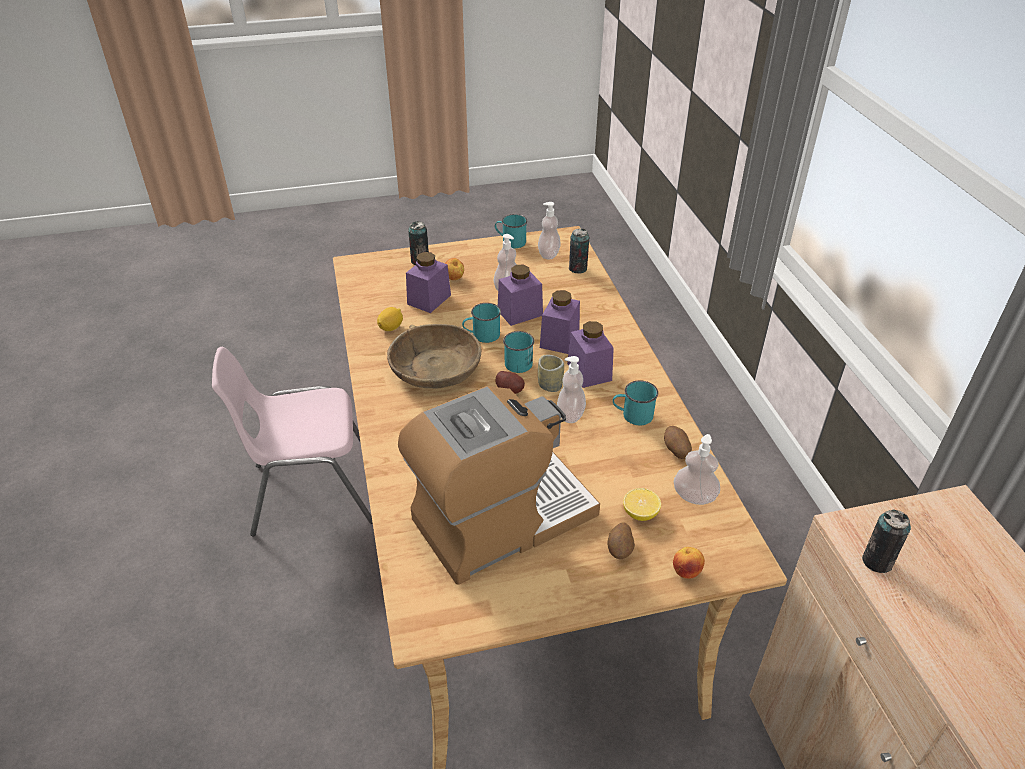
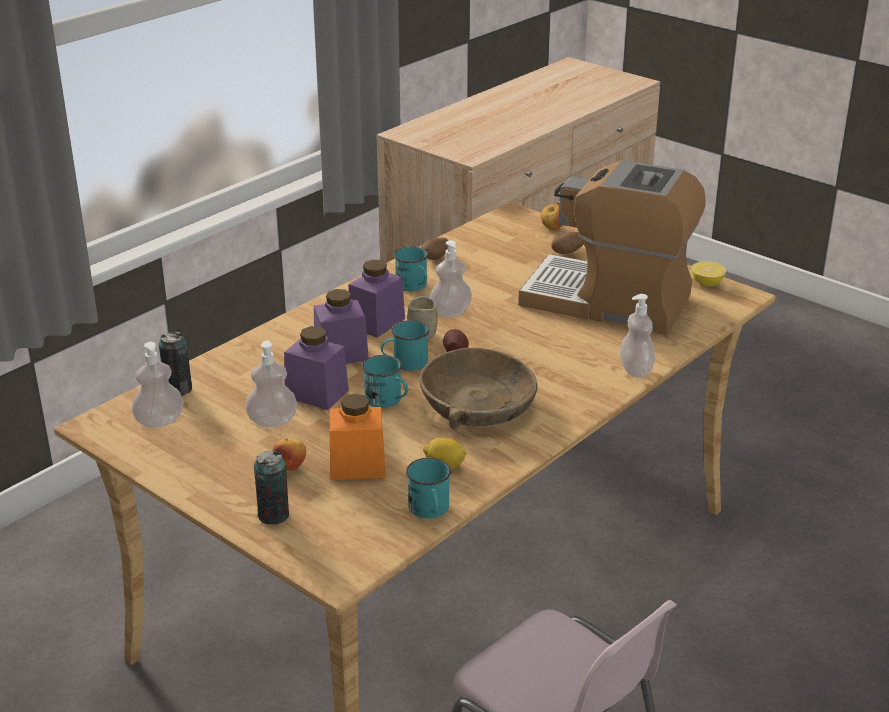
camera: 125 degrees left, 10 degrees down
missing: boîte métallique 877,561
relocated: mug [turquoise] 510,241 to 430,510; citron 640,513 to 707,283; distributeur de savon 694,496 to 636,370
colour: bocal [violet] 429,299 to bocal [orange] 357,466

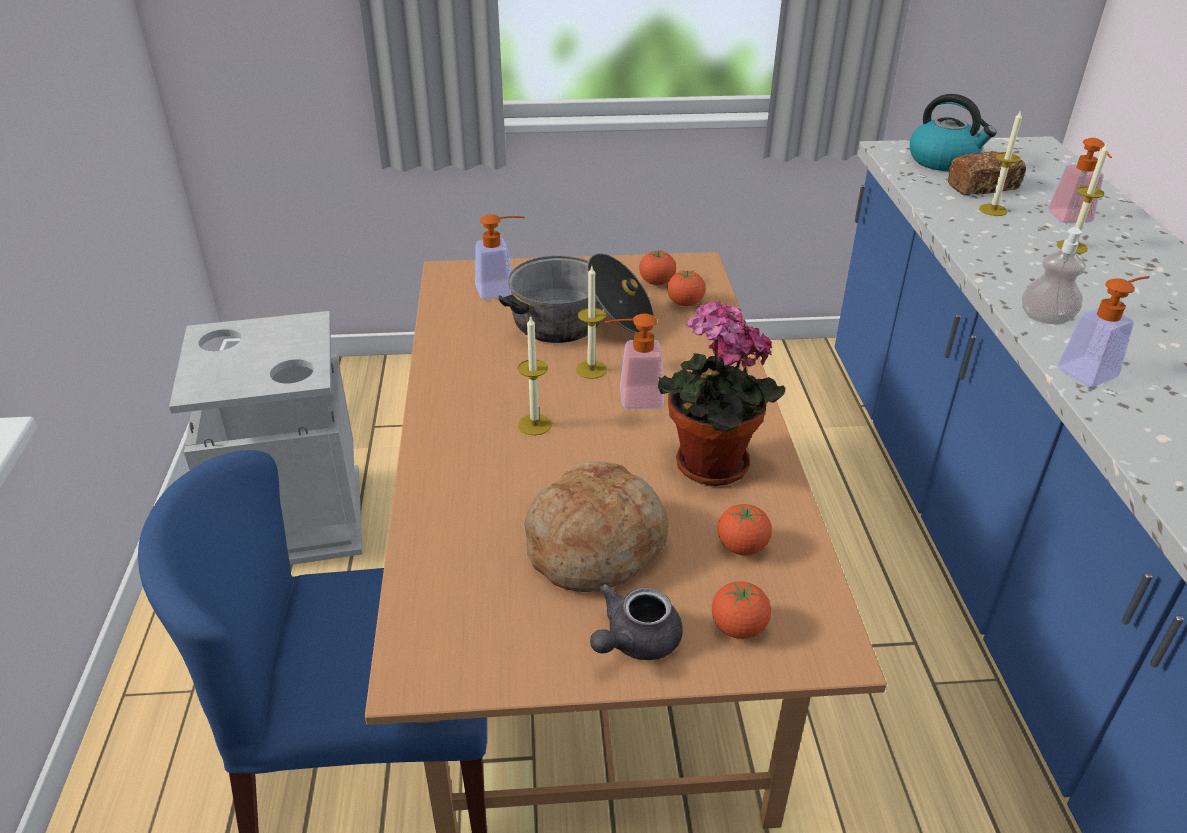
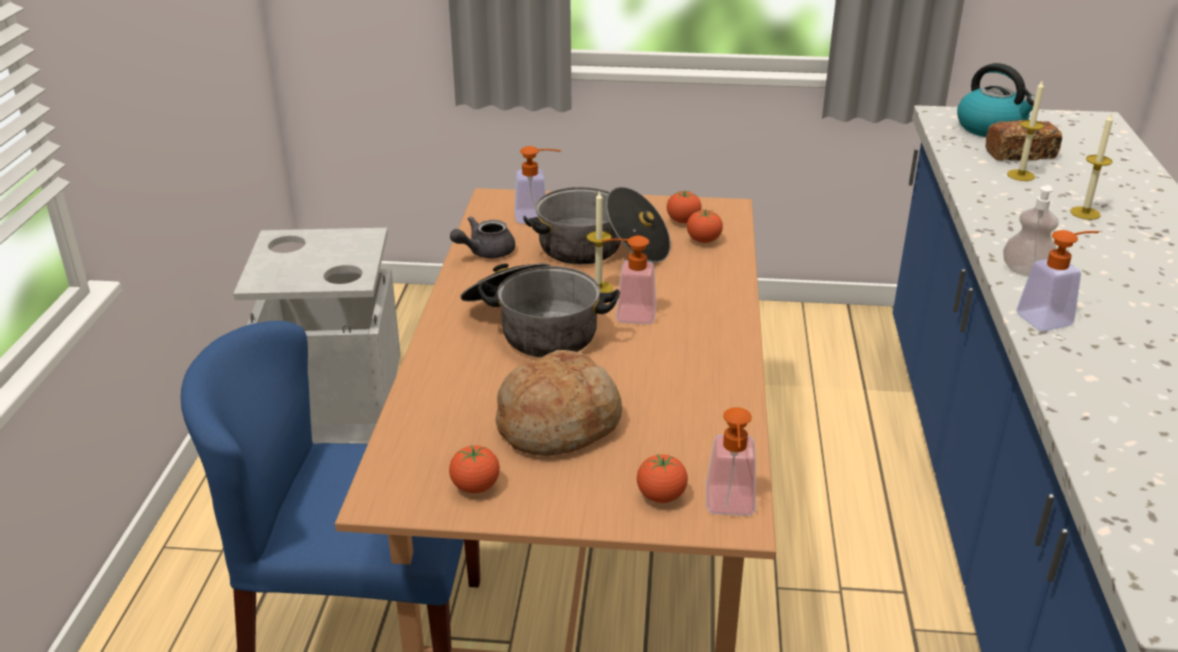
camera: 10 degrees right, 5 degrees down
missing: plante en pot 707,468
relocated: théière [gris] 634,641 to 485,252; tomate 742,547 to 475,487; distributeur de savon 1073,220 to 730,508
exchanged: bougie 534,425 to marmite 534,327

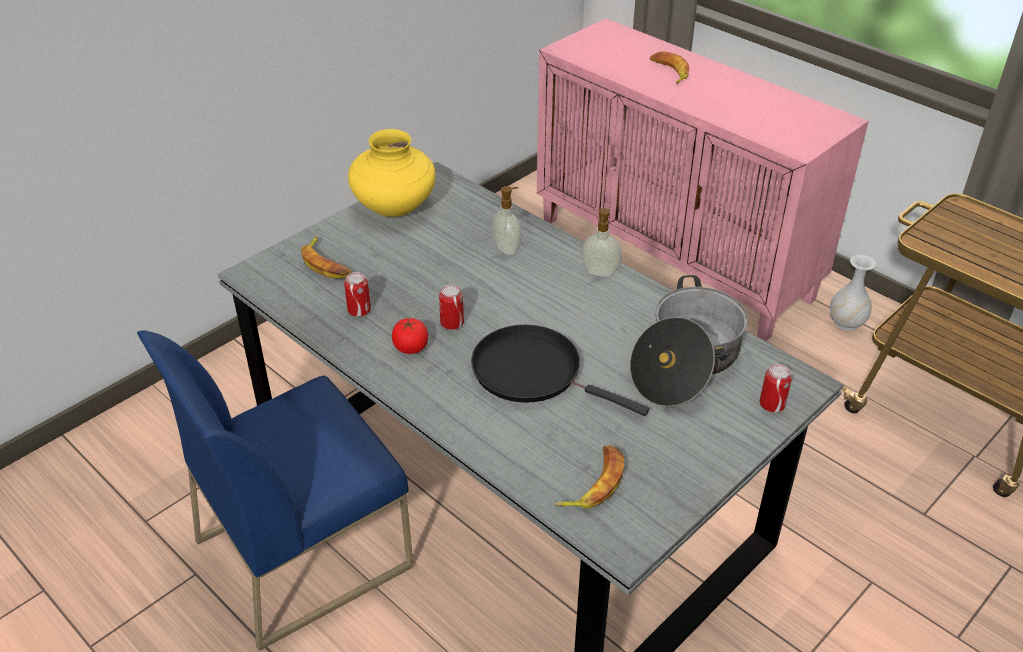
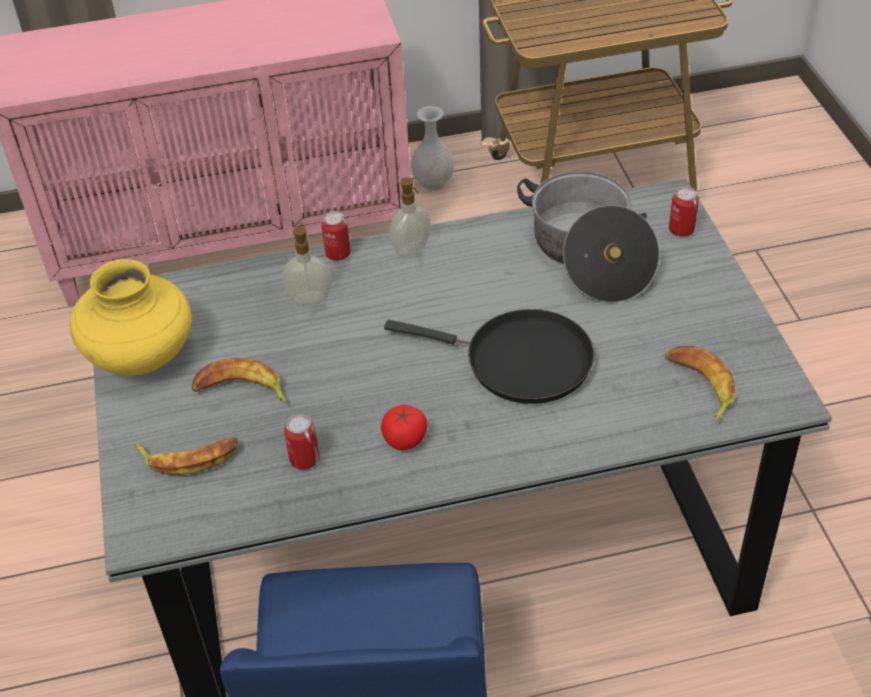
camera: 55 degrees left, 5 degrees up
relocated: boîte métallique 452,323 to 338,254; banane 668,72 to 241,390
spun: poêle [noir] 533,372 = 520,361 135 degrees counterclockwise

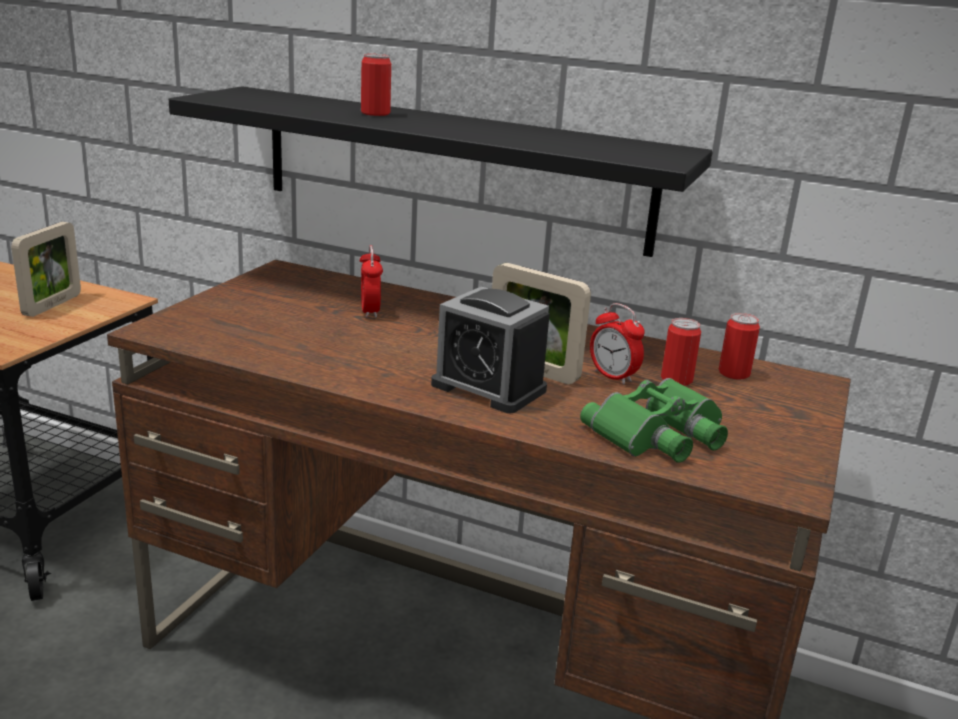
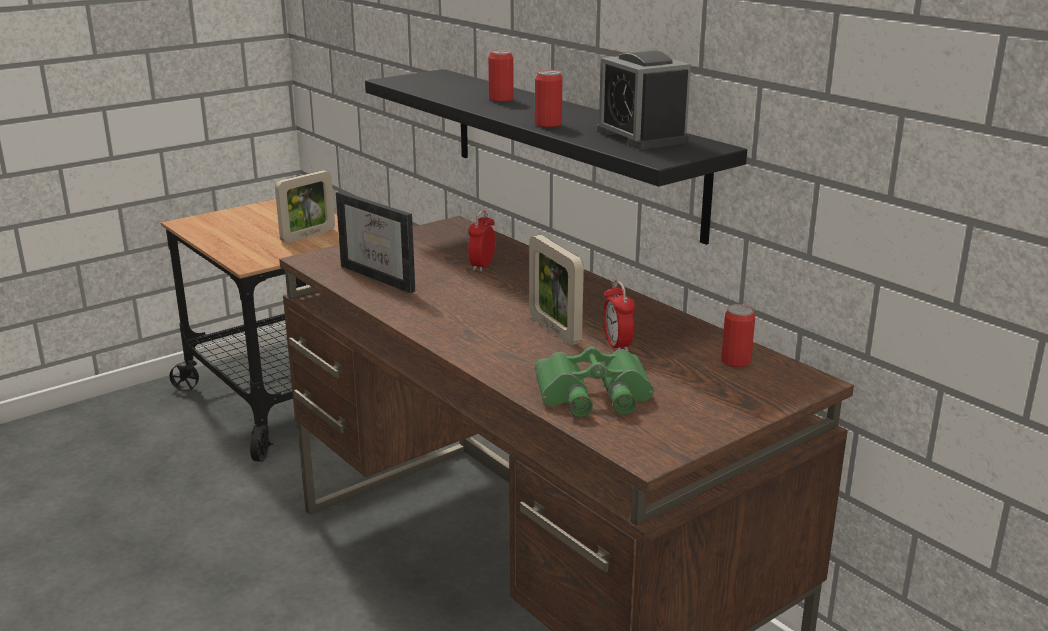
camera: 30 degrees right, 0 degrees up
appeared: cadre photo 387,276
relocated: réveil 488,387 to 641,136; boîte métallique 676,379 to 548,124

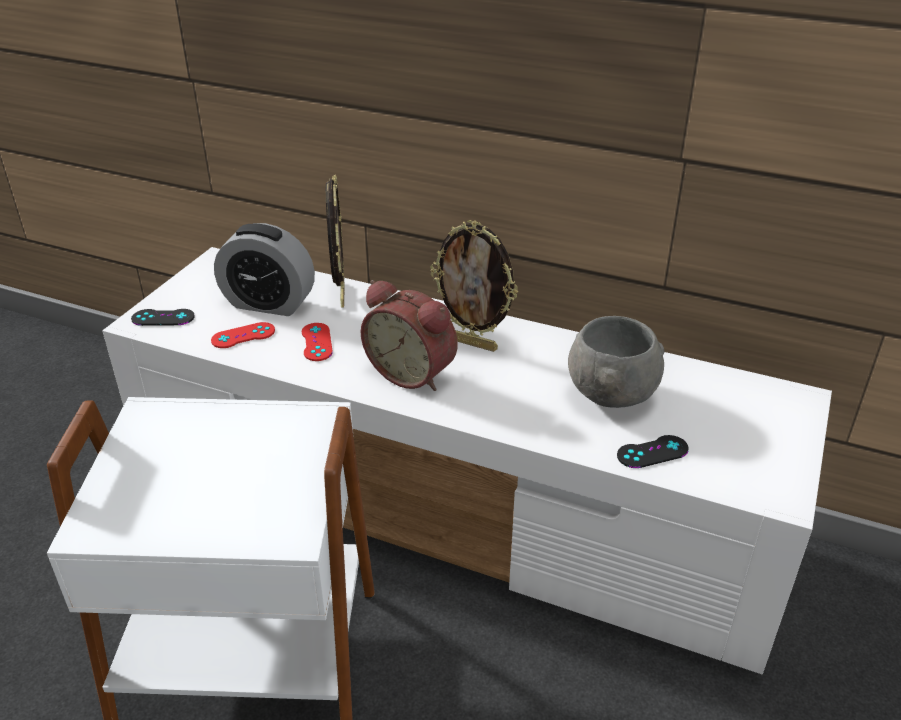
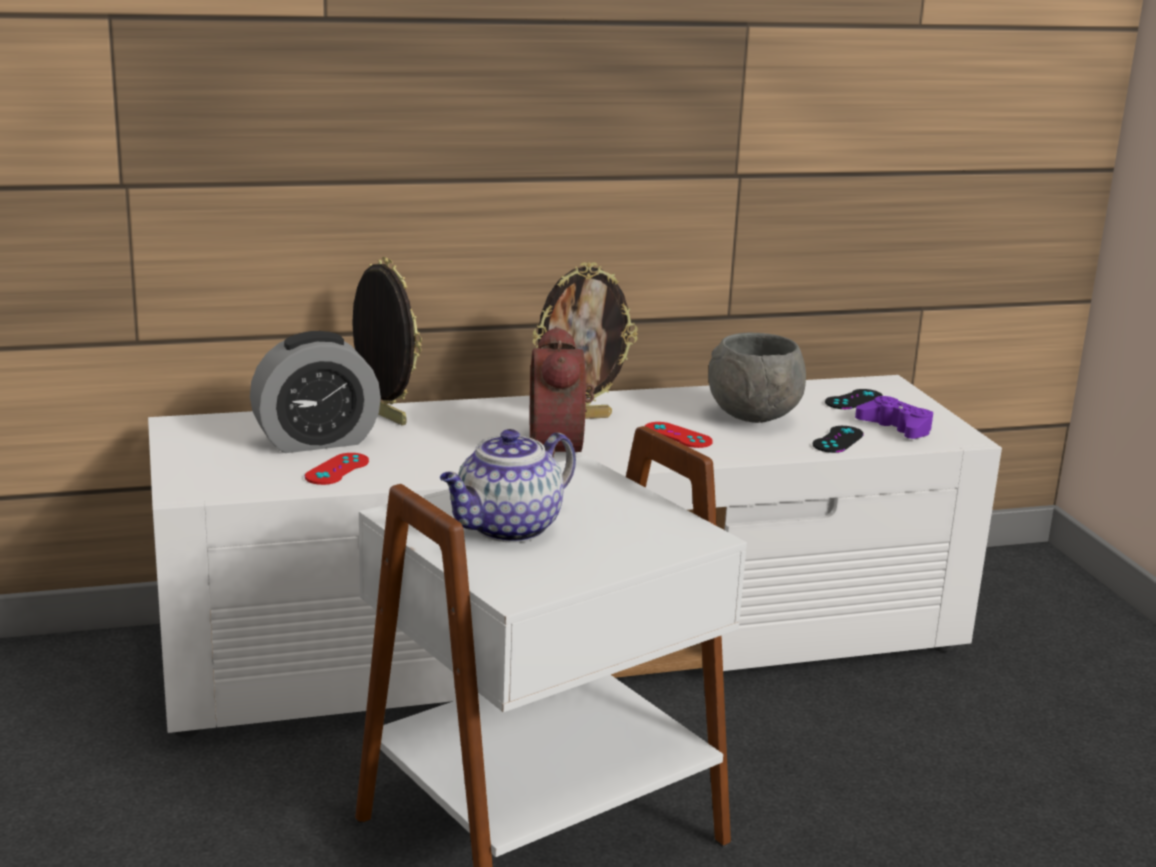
camera: 40 degrees left, 15 degrees down
appeared: théière 507,529; manette [violet] 896,428
relocated: manette [noir] 163,318 to 853,400; manette [rouge] 316,342 to 677,435
spun: réveil 413,372 = 562,448 90 degrees clockwise

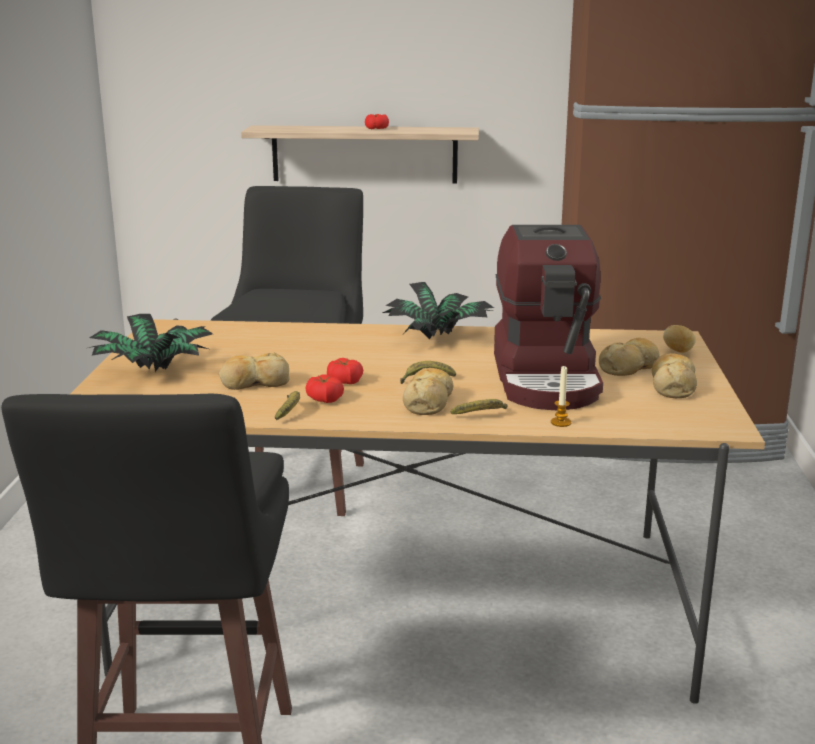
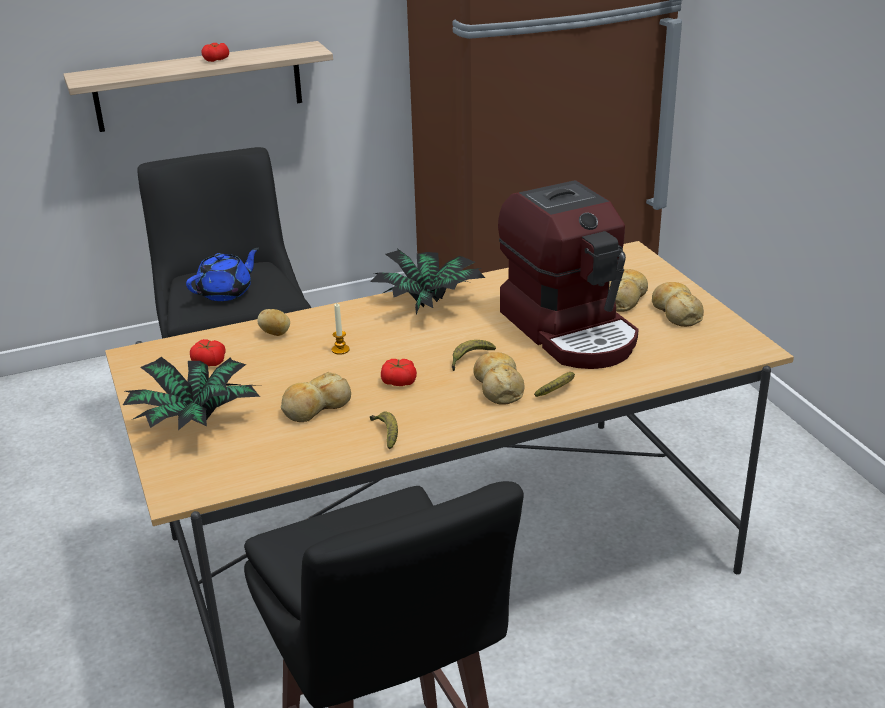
camera: 25 degrees left, 10 degrees up
appeared: théière [bleu] 226,292
relocated: tomate 324,399 to 209,362; bougie 561,422 to 340,350; pomme de terre 678,351 to 275,333

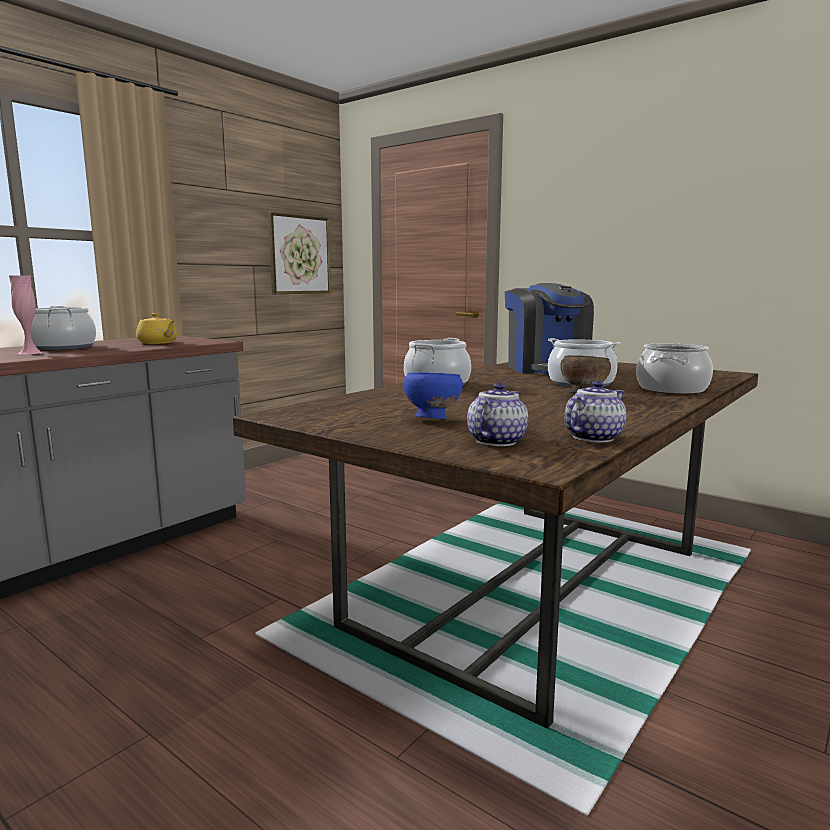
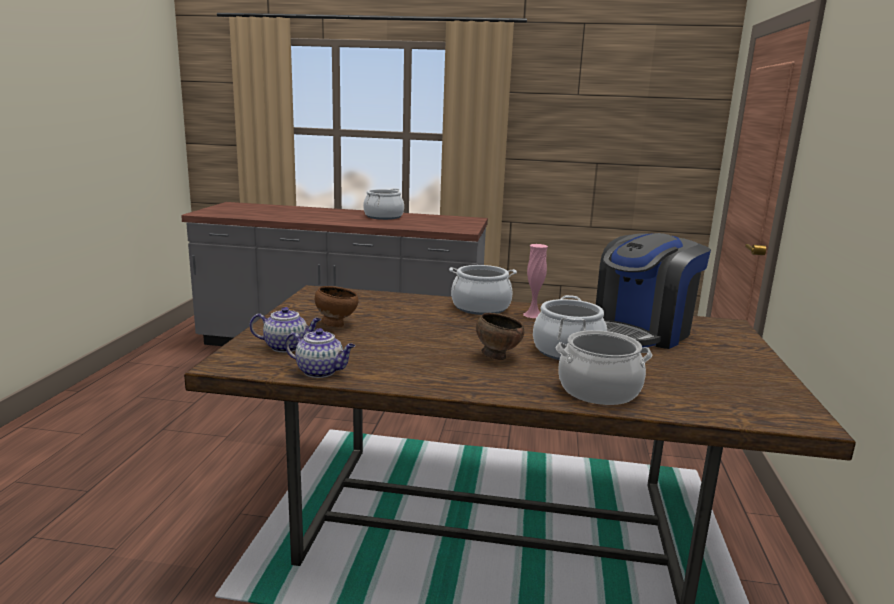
camera: 60 degrees right, 5 degrees up
missing: théière [jaune] 158,343; tableau 299,255
relocated: vase [rose] 30,353 to 533,315
colour: bol [bleu] 431,420 to bol [marron] 336,324

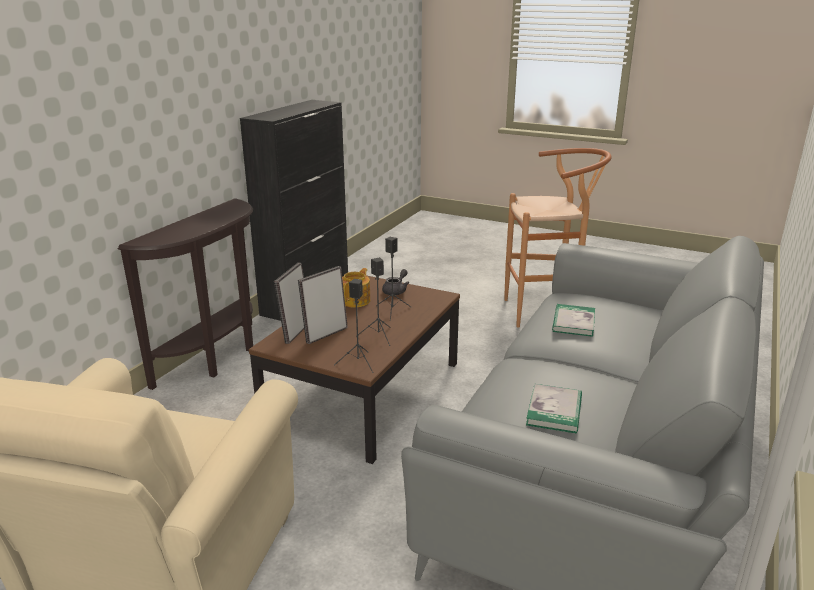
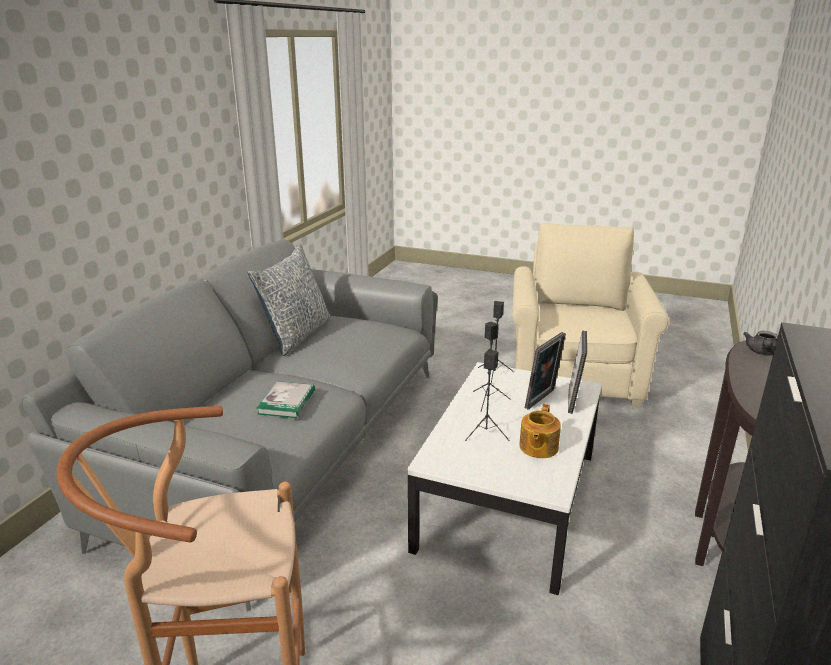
camera: 175 degrees right, 0 degrees up
missing: livre 554,411
appeared: coussin 296,334
relocated: théière [gris] 396,291 to 762,353
colour: table basse [marron] 365,393 to table basse [blanc] 508,499

